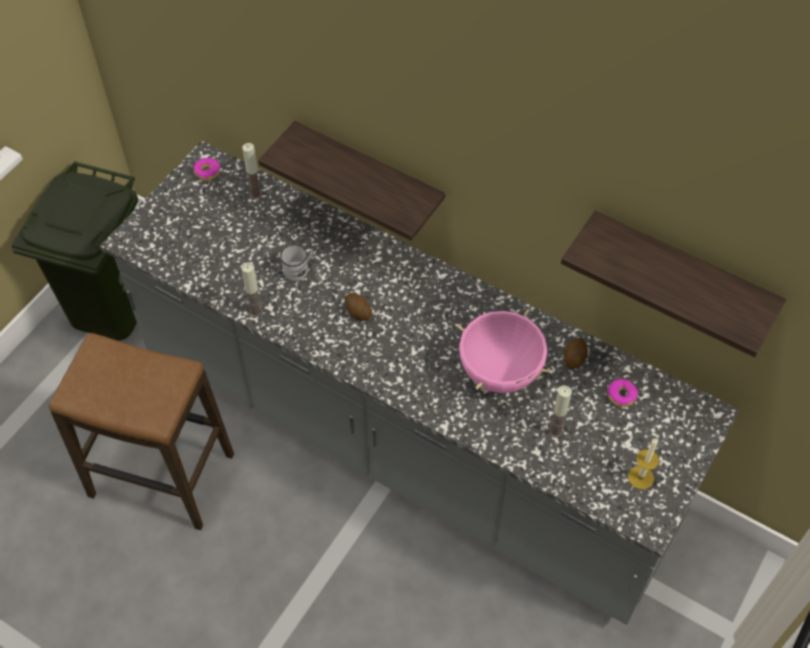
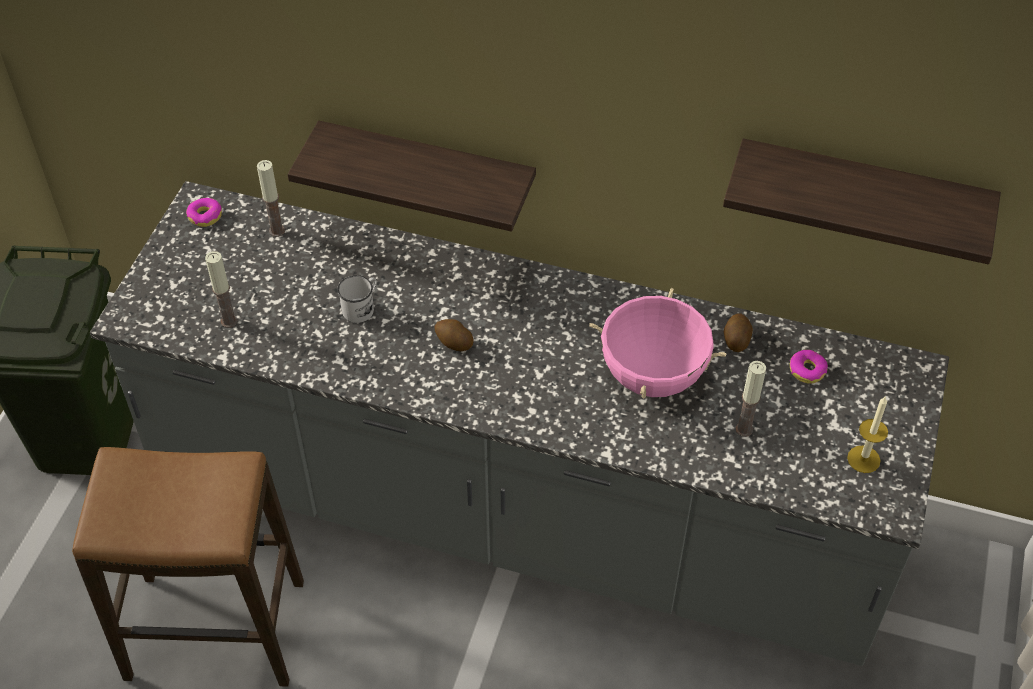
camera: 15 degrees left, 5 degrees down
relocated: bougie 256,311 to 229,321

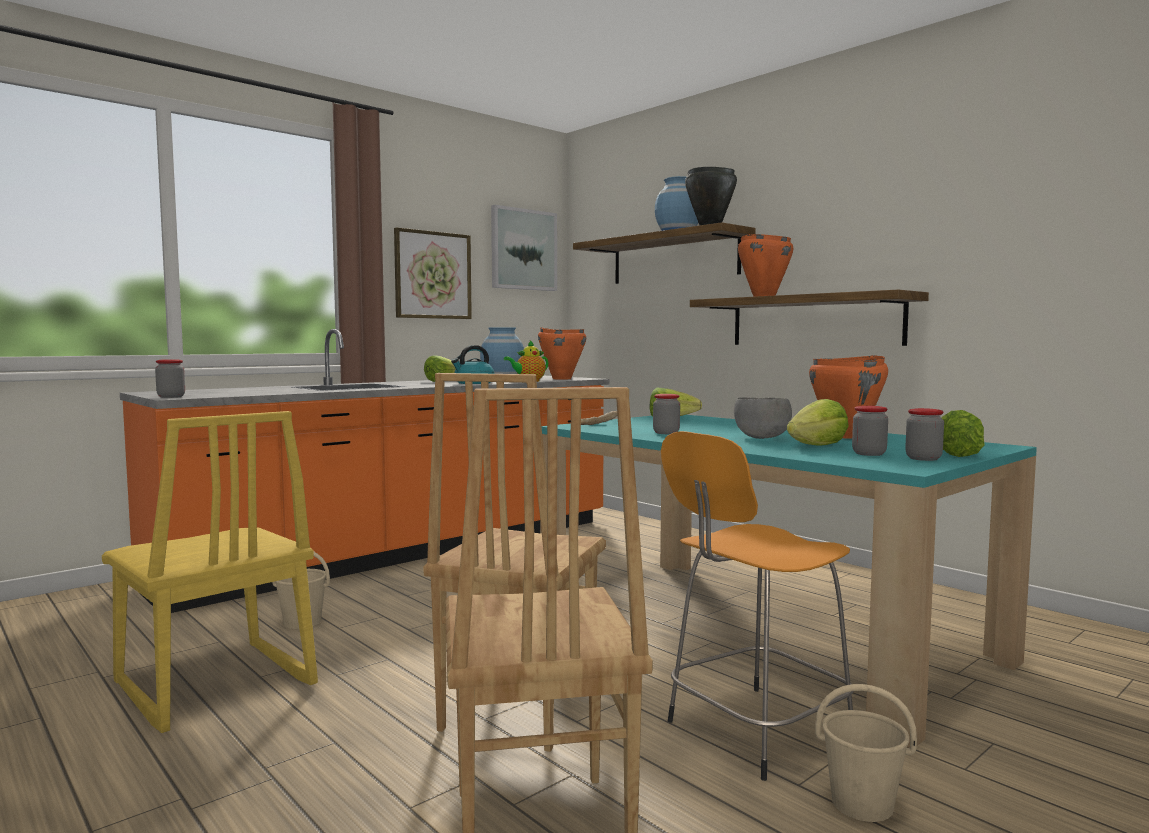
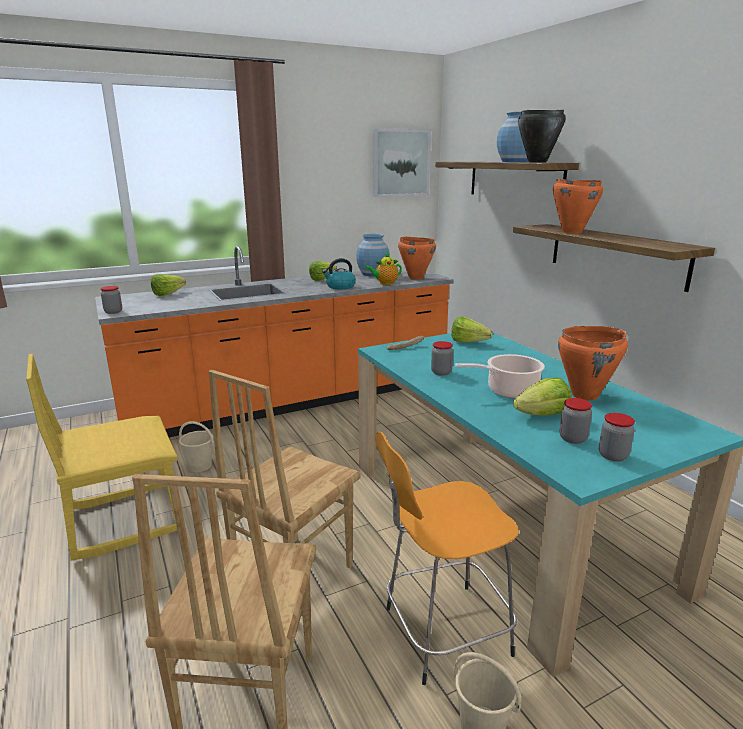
camera: 15 degrees right, 15 degrees up
missing: tableau 432,275
relocated: laitue 961,453 to 171,294
exchanged: bol [gris] 760,438 to marmite 508,391
spun: chaise [jaune] 212,686 = 124,519 90 degrees clockwise

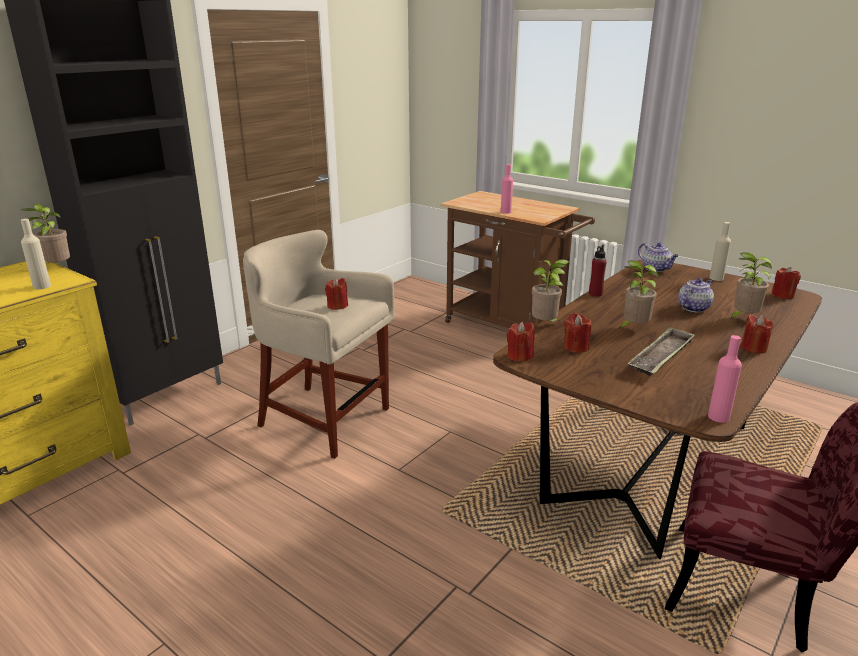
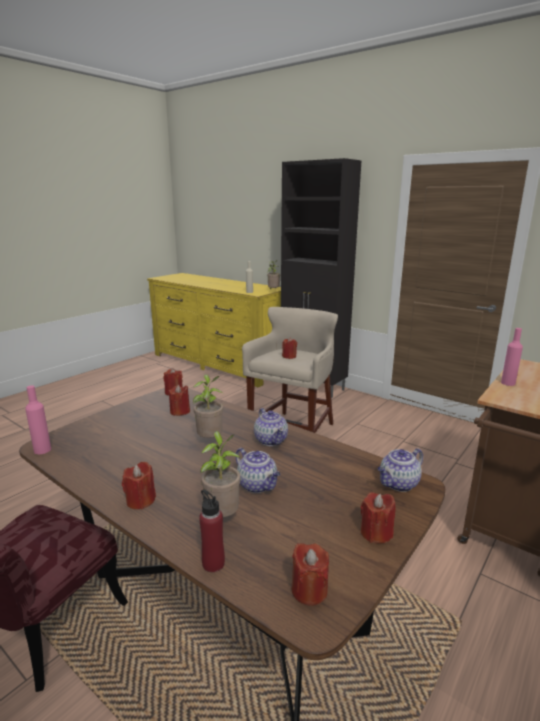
camera: 90 degrees right, 5 degrees down
missing: plante en pot 546,325; plateau 661,357
appeared: théière 271,440
relocated: bouteille [rouge] 595,294 to 213,563
exchanged: bouteille [beige] 716,278 to bougie [rouge] 376,533

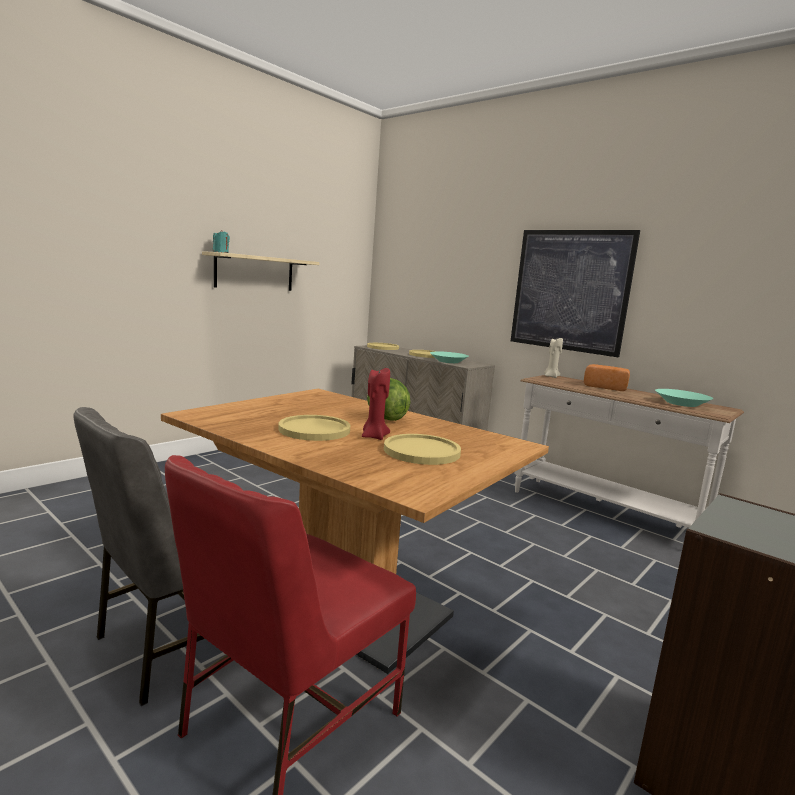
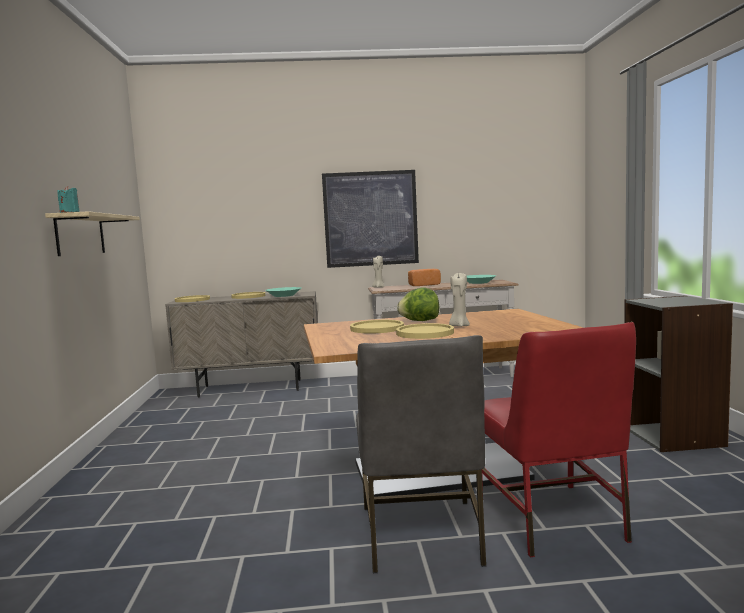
camera: 45 degrees left, 5 degrees down
relocated: assiette [jaune] 421,451 to 377,328
colour: bougie [rouge] 374,436 to bougie [beige] 459,326

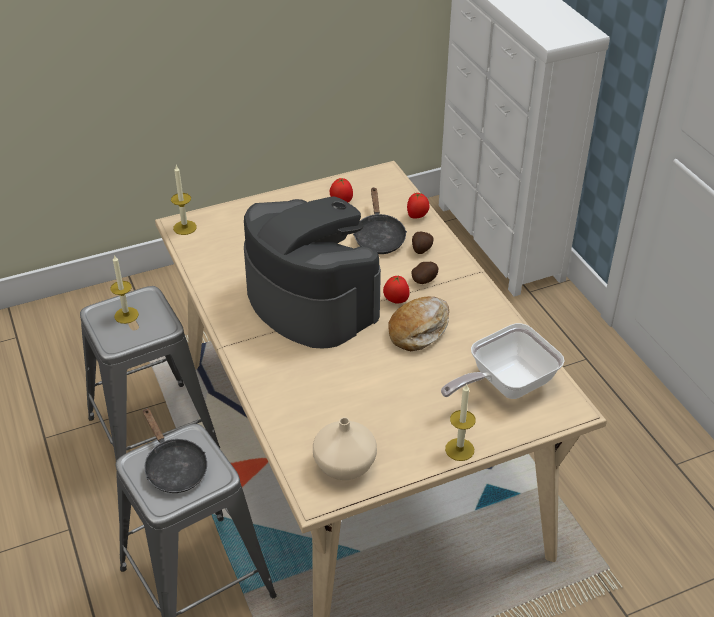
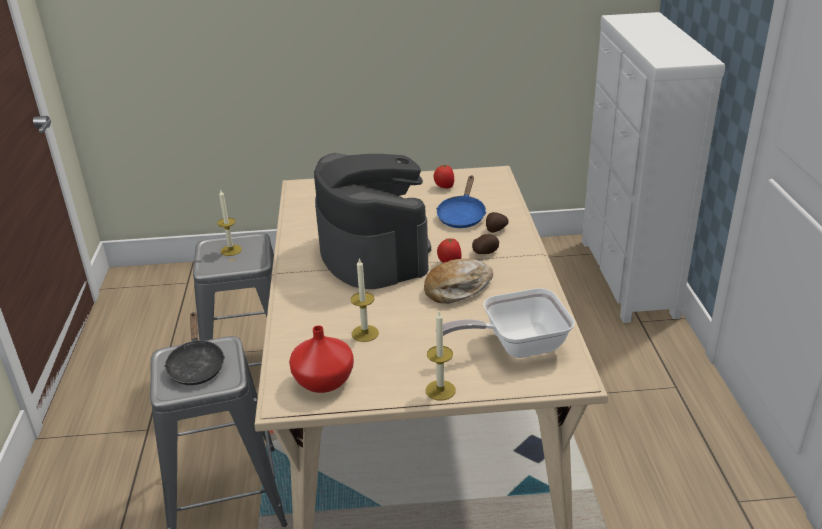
camera: 20 degrees right, 10 degrees down
missing: tomate 417,216
relocated: bougie 185,227 to 365,333
colour: vase [beige] 346,465 to vase [rouge] 325,381; poêle [noir] 378,237 to poêle [bleu] 462,216

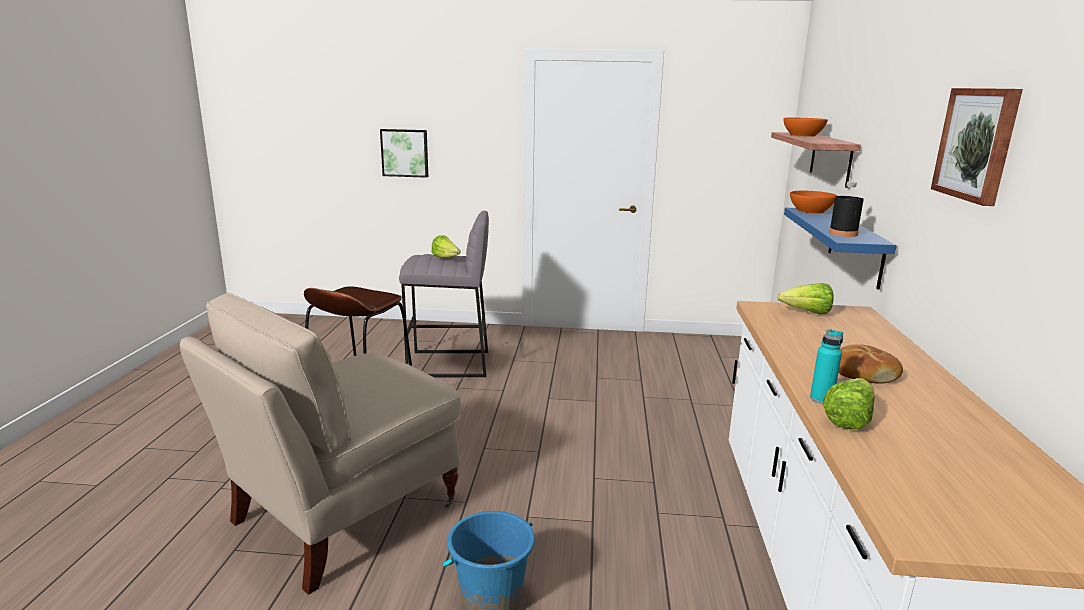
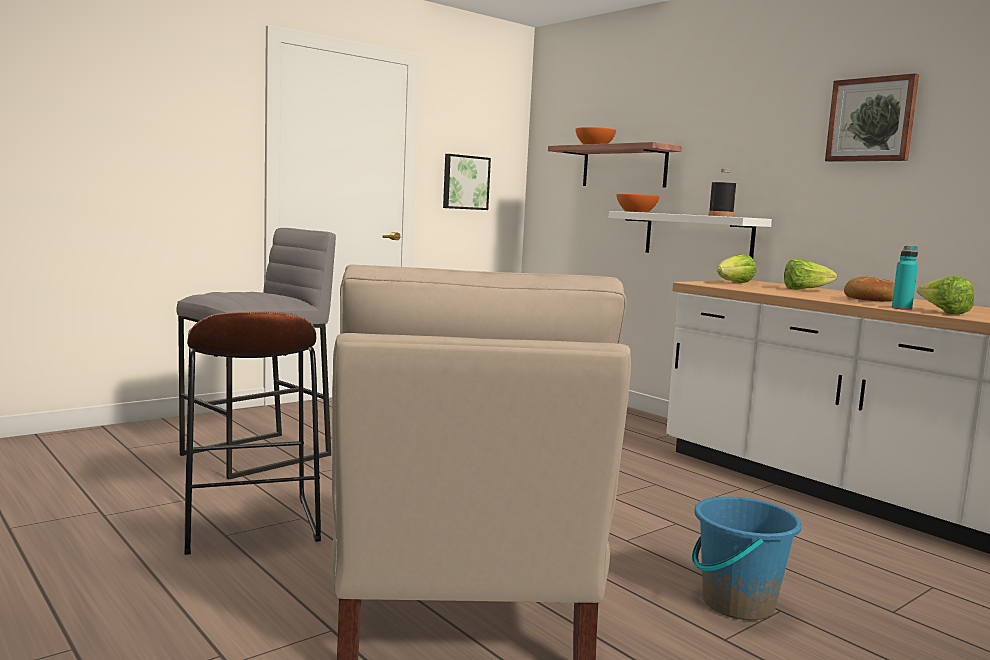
camera: 45 degrees left, 10 degrees down
relocated: tableau 405,153 to 465,182; laitue 446,258 to 805,290
colour: étagère [bleu] 855,247 to étagère [blanc] 698,236

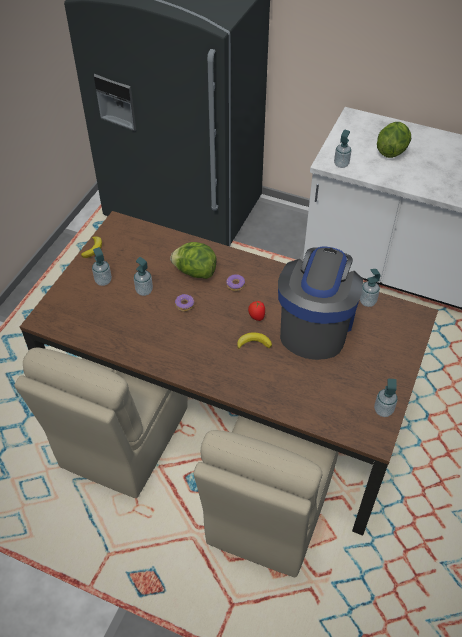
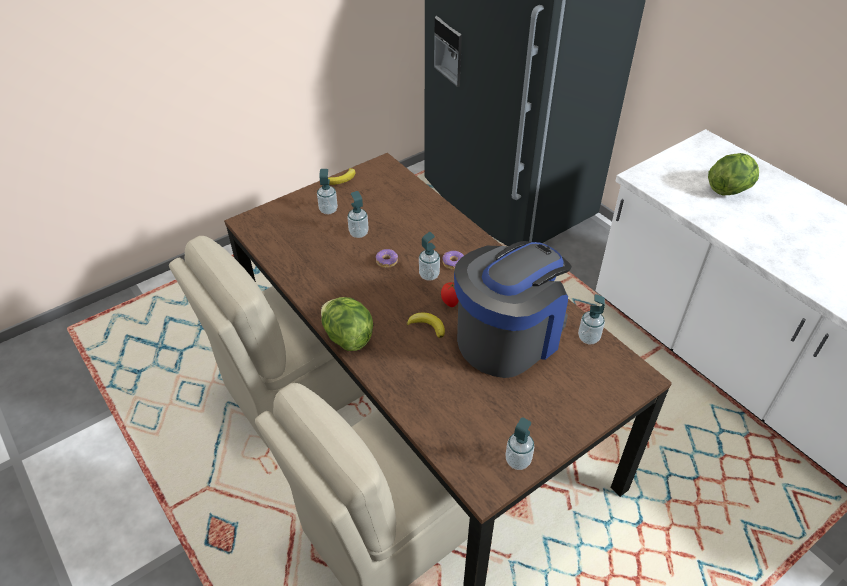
camera: 30 degrees right, 5 degrees down
relocated: laitue 195,272 to 347,337; distributeur de savon 341,164 to 429,275

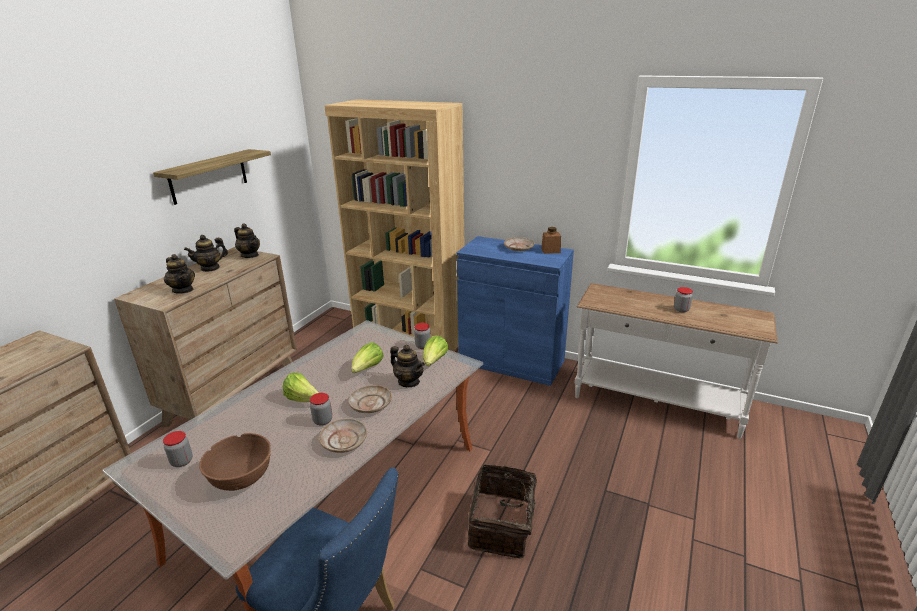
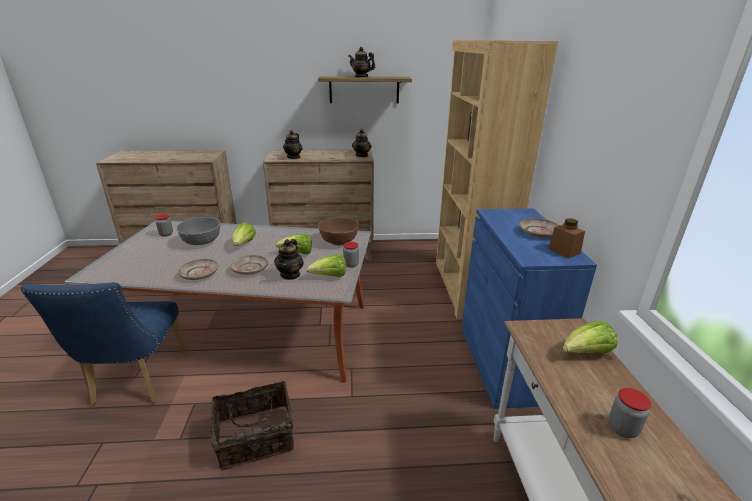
camera: 60 degrees right, 0 degrees up
missing: bocal 323,420
appeared: bol [gris] 202,242; laitue 586,353
relocated: théière 210,268 to 361,77; bol [marron] 241,478 to 338,241

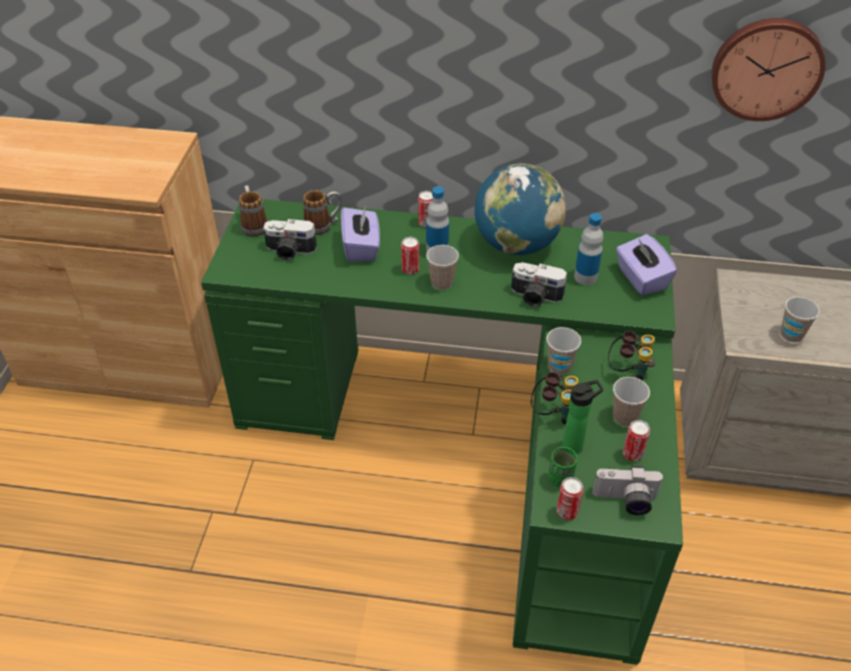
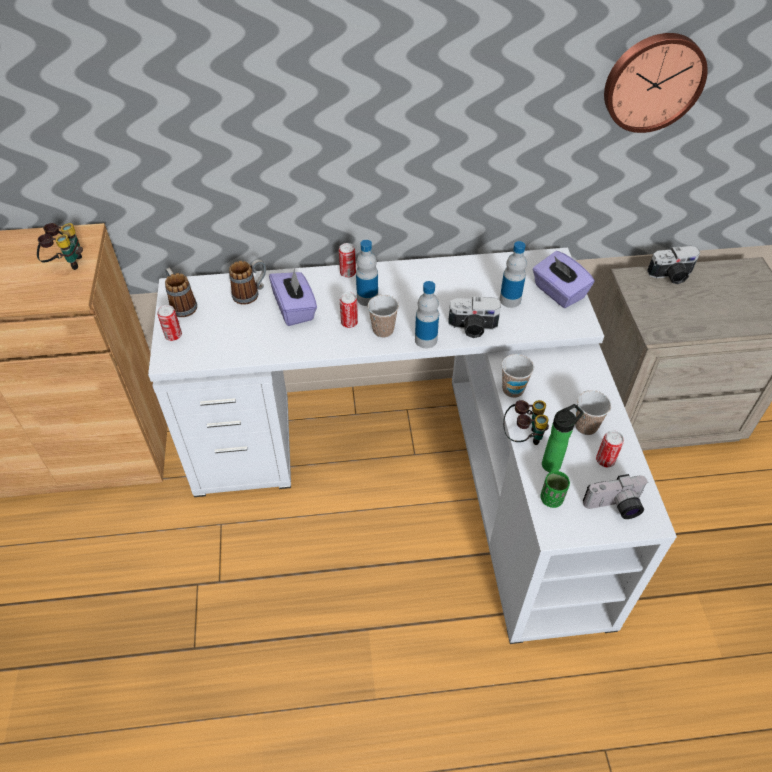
camera: 15 degrees left, 5 degrees up
missing: globe 516,244; tasse 791,334
appeared: bouteille 426,340
relocated: appareil photo 290,251 to 671,276; boîte métallique 567,512 to 173,335; jumelles 628,371 to 66,263
colour: bureau [vert] 477,445 to bureau [blanc] 421,464

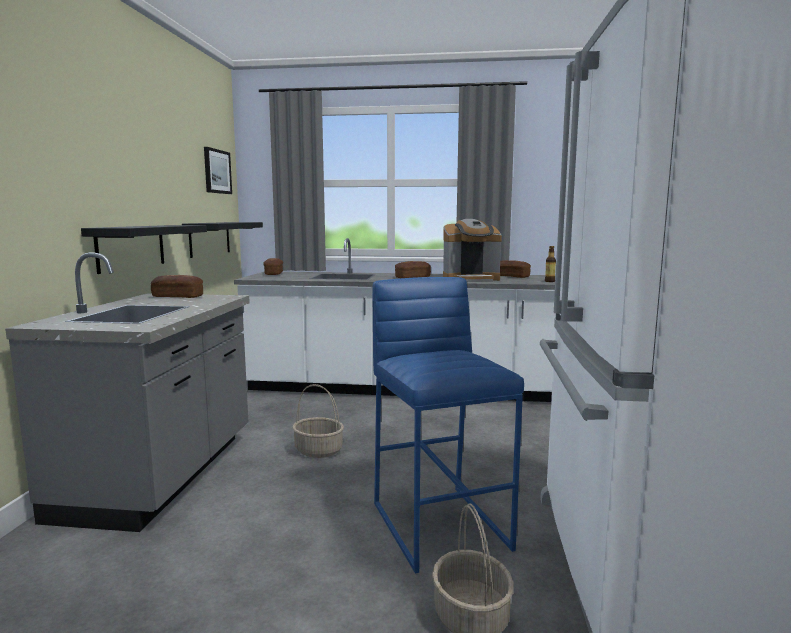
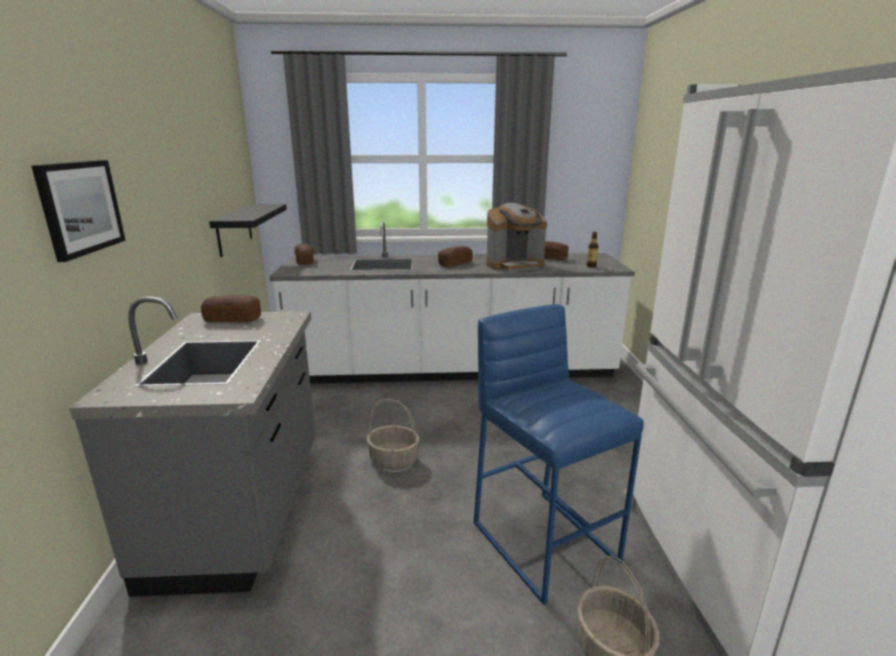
camera: 10 degrees left, 10 degrees up
missing: étagère [noir] 131,247
relocated: tableau 217,171 to 80,207

